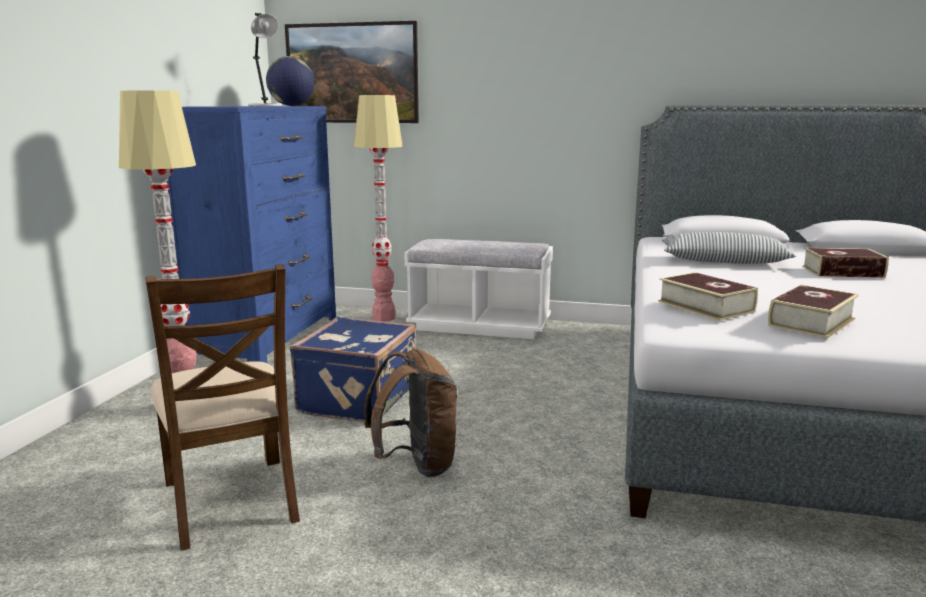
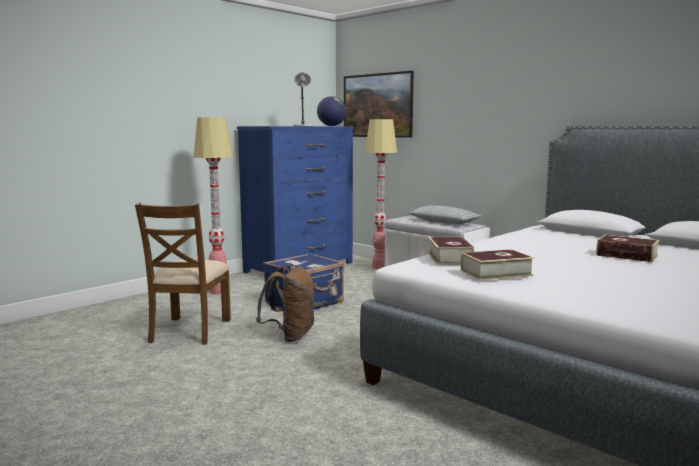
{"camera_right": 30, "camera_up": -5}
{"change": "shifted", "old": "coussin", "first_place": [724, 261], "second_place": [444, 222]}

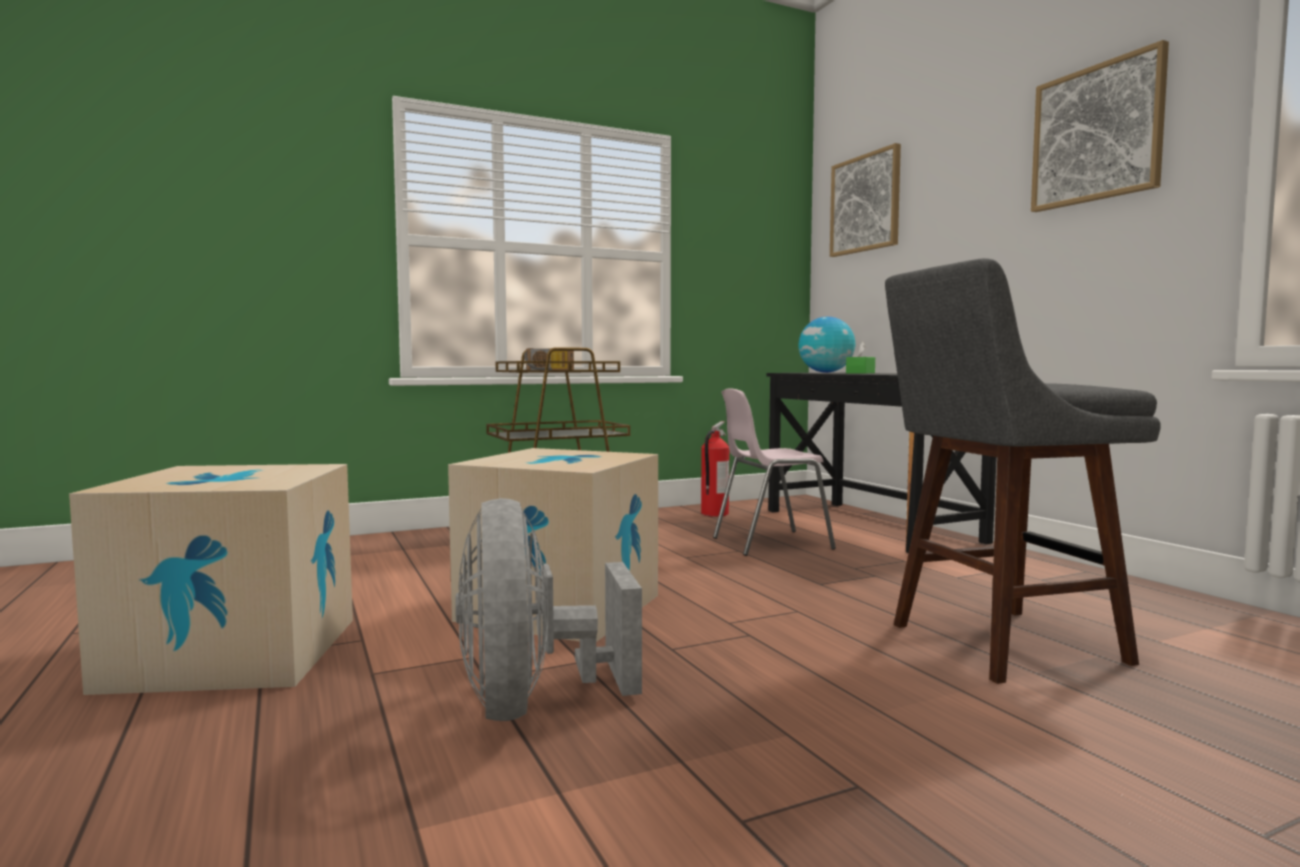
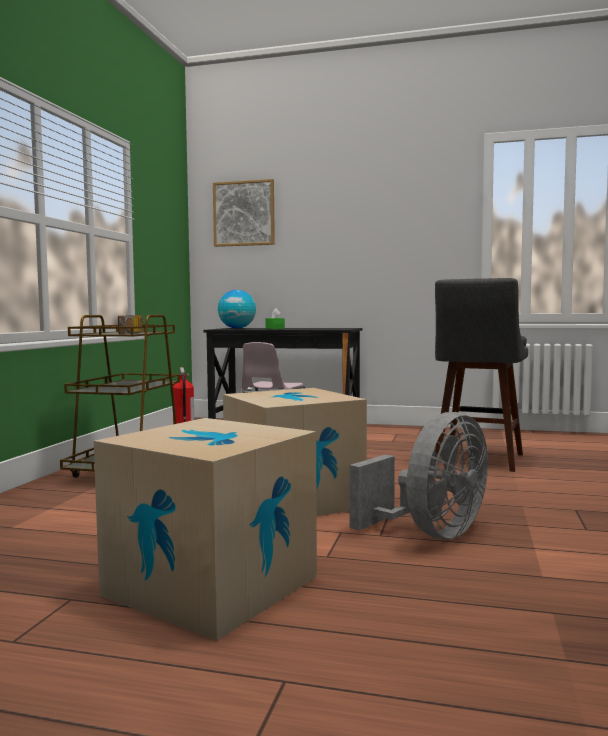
{"camera_right": -50, "camera_up": 0}
{"change": "rotated", "old": "ventilateur/gris", "first_place": [532, 704], "second_place": [431, 533], "degrees": -75}
{"change": "gone", "old": "tableau", "first_place": [1097, 134]}

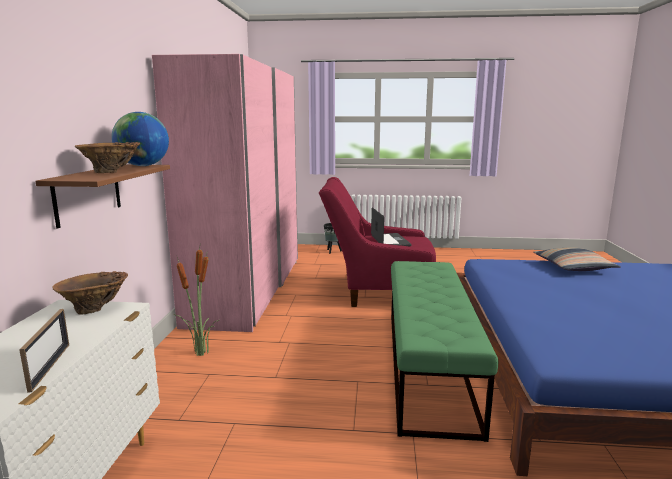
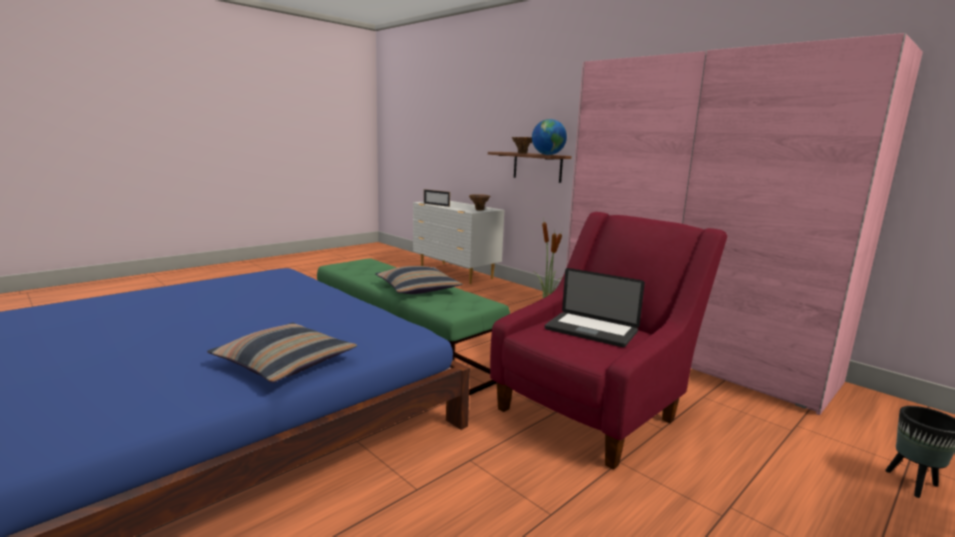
{"camera_right": 130, "camera_up": 0}
{"change": "new", "new": "coussin", "second_place": [417, 289]}

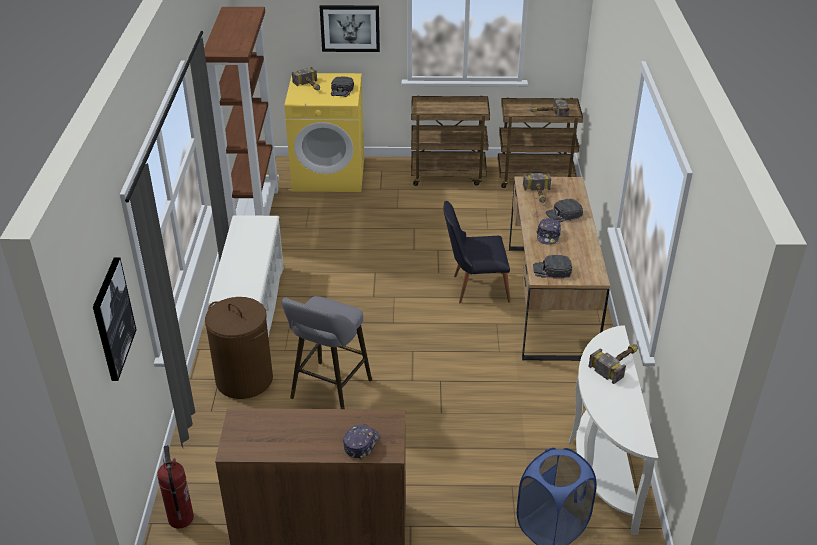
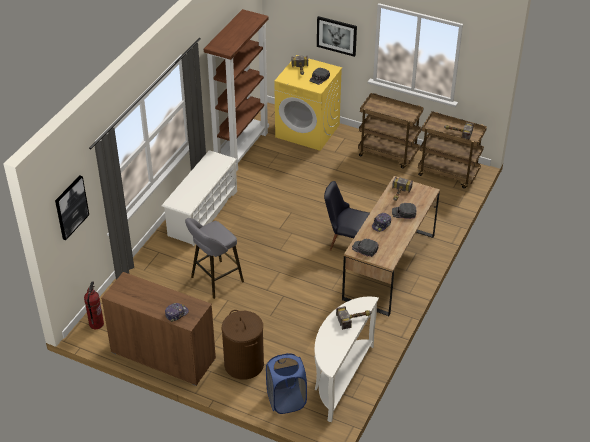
{"camera_right": 25, "camera_up": 5}
{"change": "shifted", "old": "panier à linge/marron", "first_place": [244, 379], "second_place": [244, 364]}

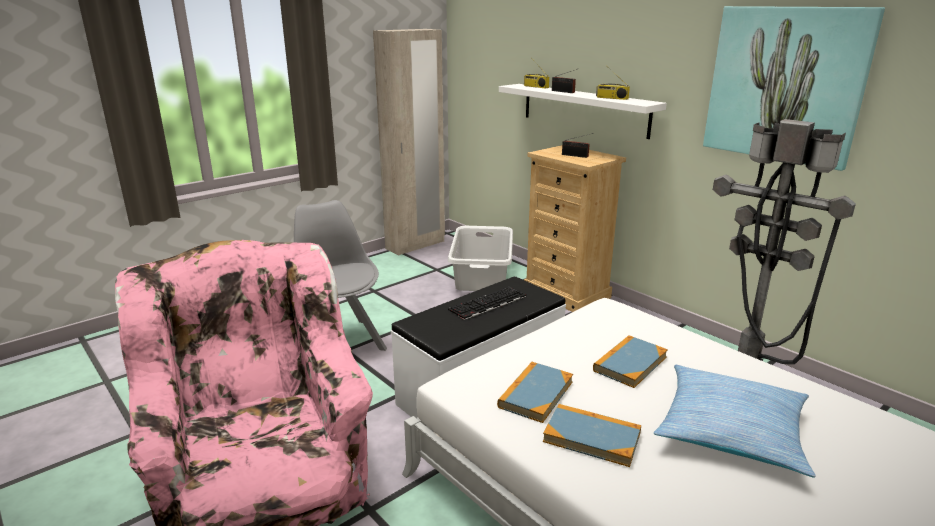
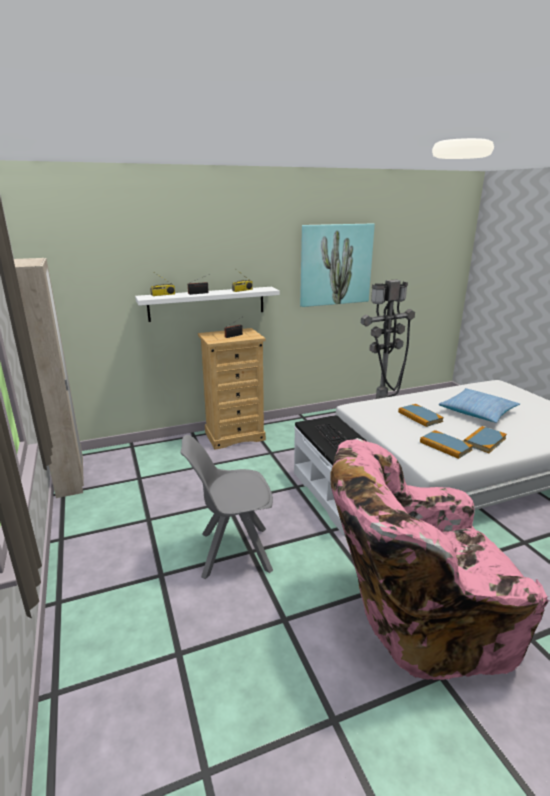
{"camera_right": -70, "camera_up": 0}
{"change": "gone", "old": "panier à linge/gris", "first_place": [482, 275]}

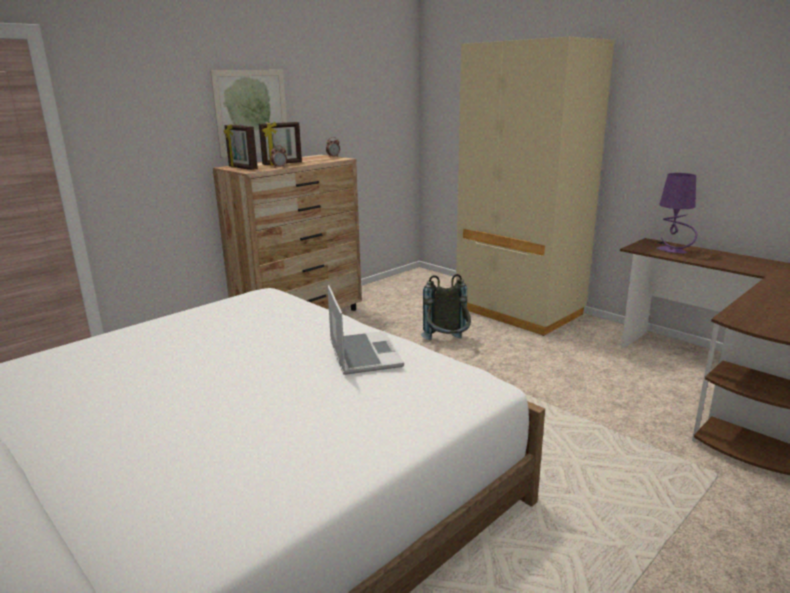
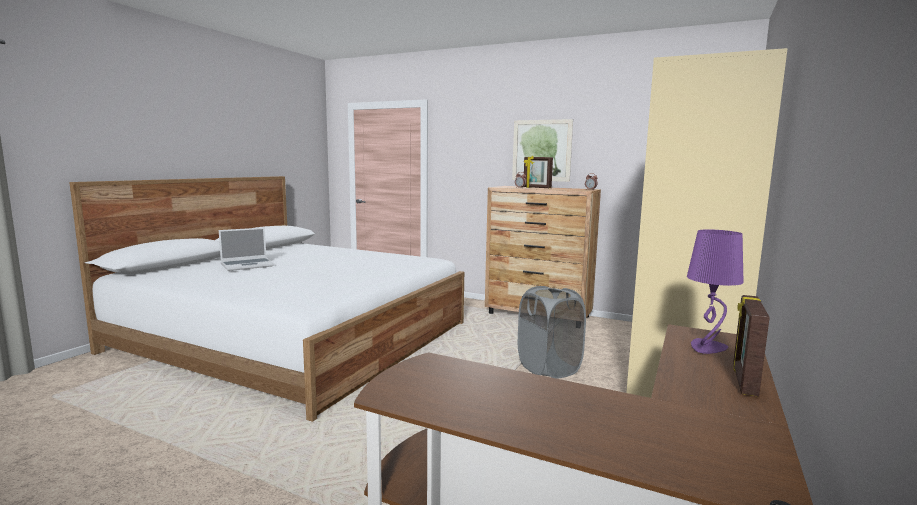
{"camera_right": 70, "camera_up": -10}
{"change": "shifted", "old": "cadre photo", "first_place": [242, 168], "second_place": [743, 380]}
{"change": "shifted", "old": "ordinateur portable", "first_place": [363, 354], "second_place": [248, 265]}
{"change": "swapped", "old": "sac à dos/gris", "new": "panier à linge/gris", "first_place": [447, 345], "second_place": [549, 368]}

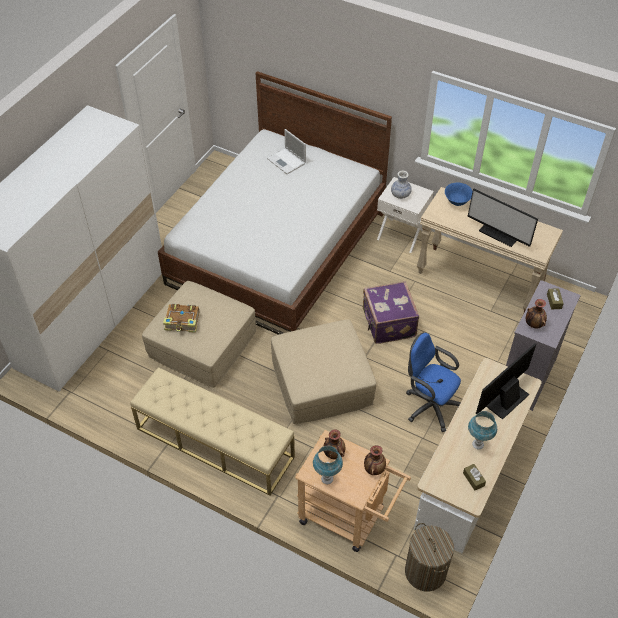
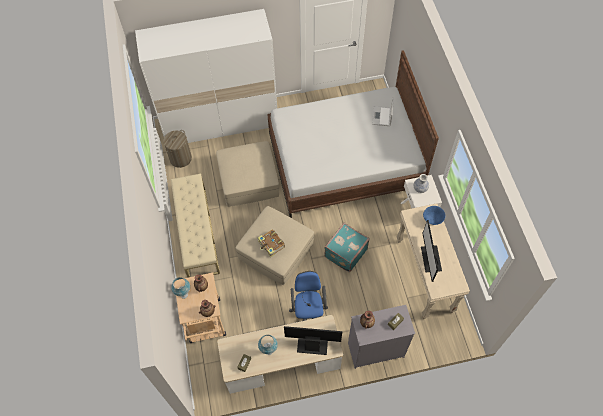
{"camera_right": 50, "camera_up": 10}
{"change": "shifted", "old": "livre", "first_place": [183, 322], "second_place": [271, 245]}
{"change": "repainted", "old": "valise/violet", "new": "valise/turquoise", "first_place": [388, 324], "second_place": [345, 253]}
{"change": "shifted", "old": "panier à linge", "first_place": [425, 571], "second_place": [180, 158]}

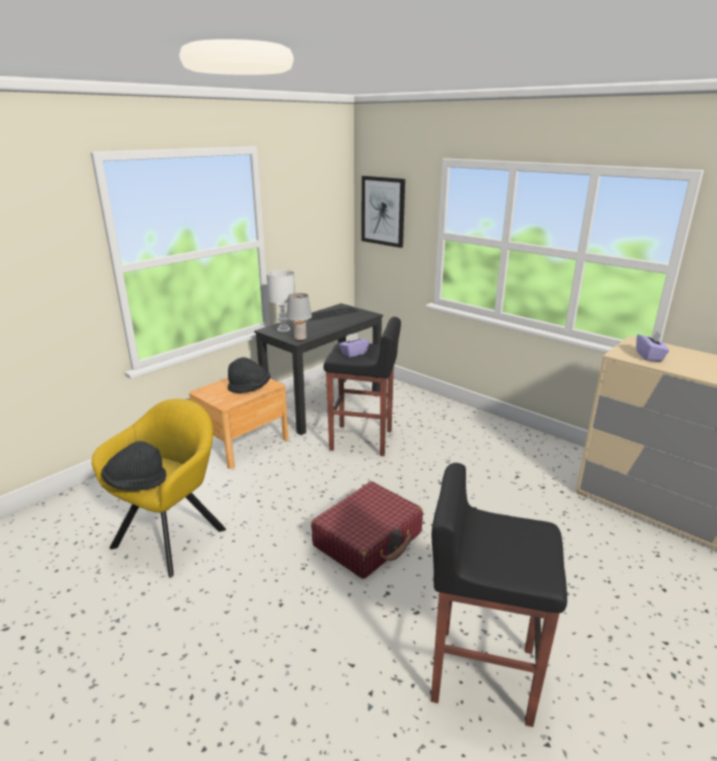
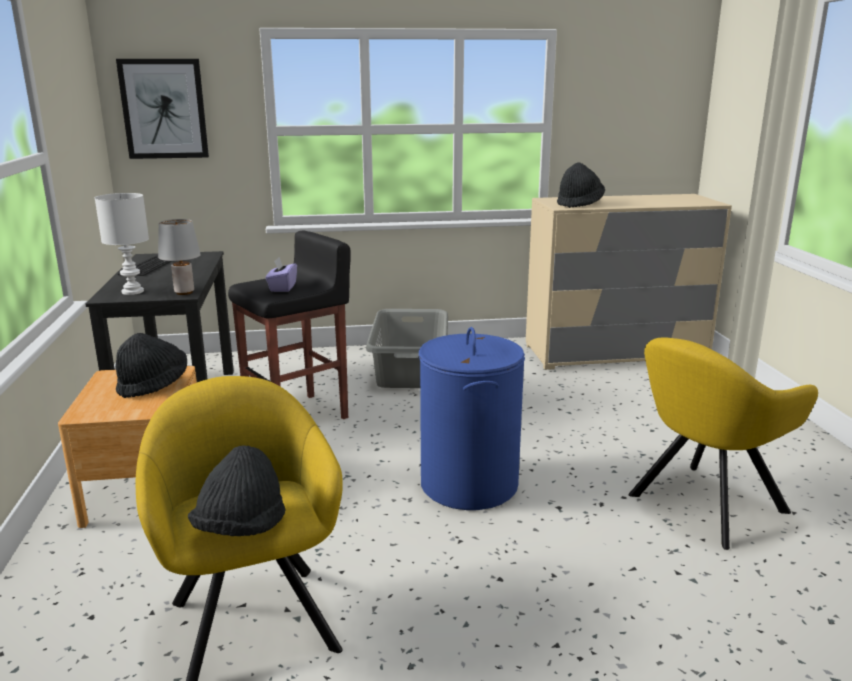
{"camera_right": -50, "camera_up": -5}
{"change": "swapped", "old": "valise/rouge", "new": "panier à linge/bleu", "first_place": [368, 539], "second_place": [468, 484]}
{"change": "swapped", "old": "tabouret/noir", "new": "fauteuil/jaune", "first_place": [481, 672], "second_place": [701, 506]}
{"change": "swapped", "old": "boîte à mouchoirs/violet", "new": "chapeau/noir", "first_place": [649, 356], "second_place": [579, 204]}
{"change": "new", "new": "panier à linge/gris", "second_place": [410, 369]}

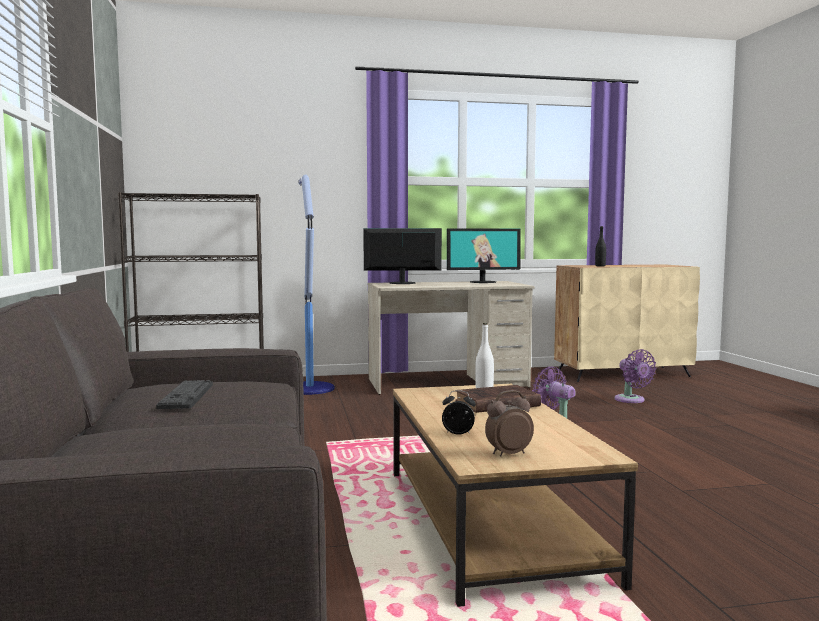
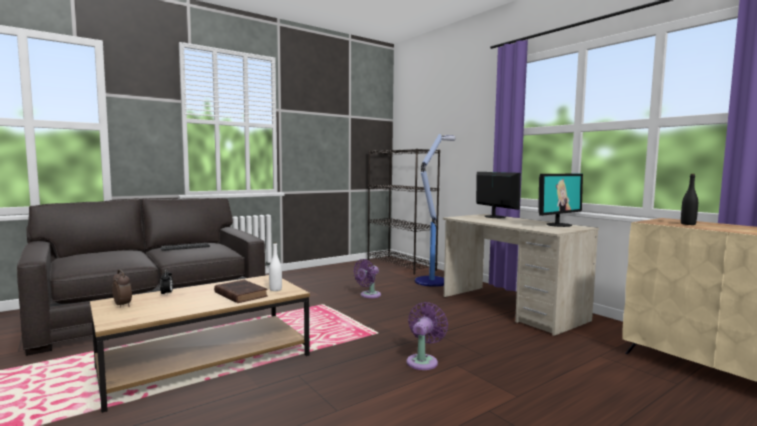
{"camera_right": 65, "camera_up": 0}
{"change": "rotated", "old": "écran d'ordinateur", "first_place": [483, 282], "second_place": [558, 225], "degrees": -90}
{"change": "shifted", "old": "ventilateur/violet", "first_place": [631, 400], "second_place": [368, 295]}

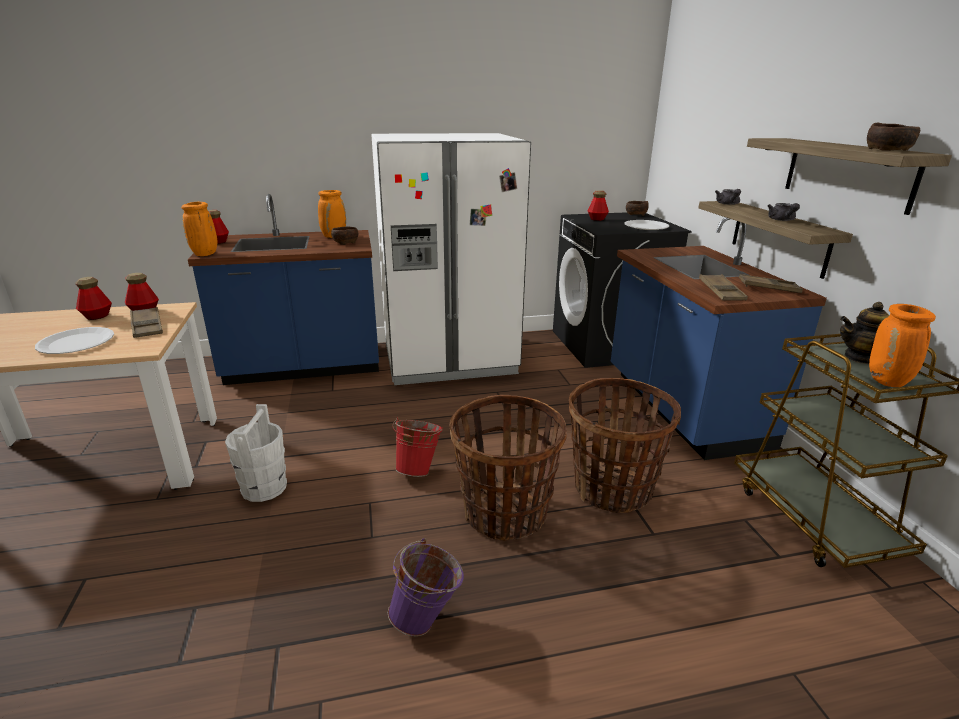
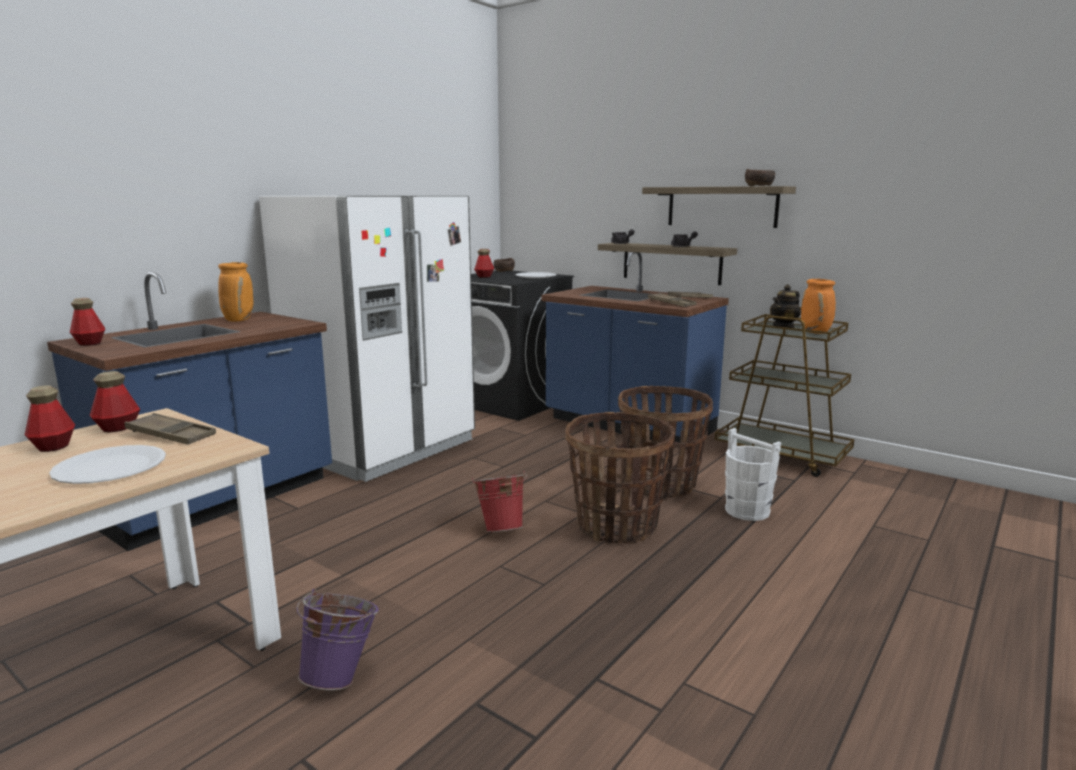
{"camera_right": -40, "camera_up": -10}
{"change": "gone", "old": "vase/orange", "first_place": [205, 254]}
{"change": "shifted", "old": "seau/blanc", "first_place": [263, 487], "second_place": [747, 511]}
{"change": "gone", "old": "bol/marron", "first_place": [345, 242]}
{"change": "shifted", "old": "seau/violet", "first_place": [427, 618], "second_place": [342, 676]}

